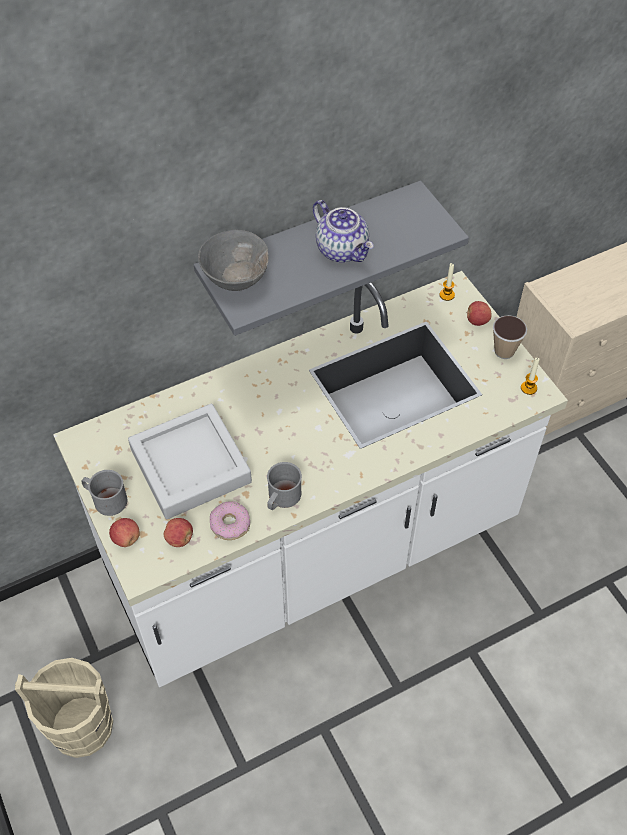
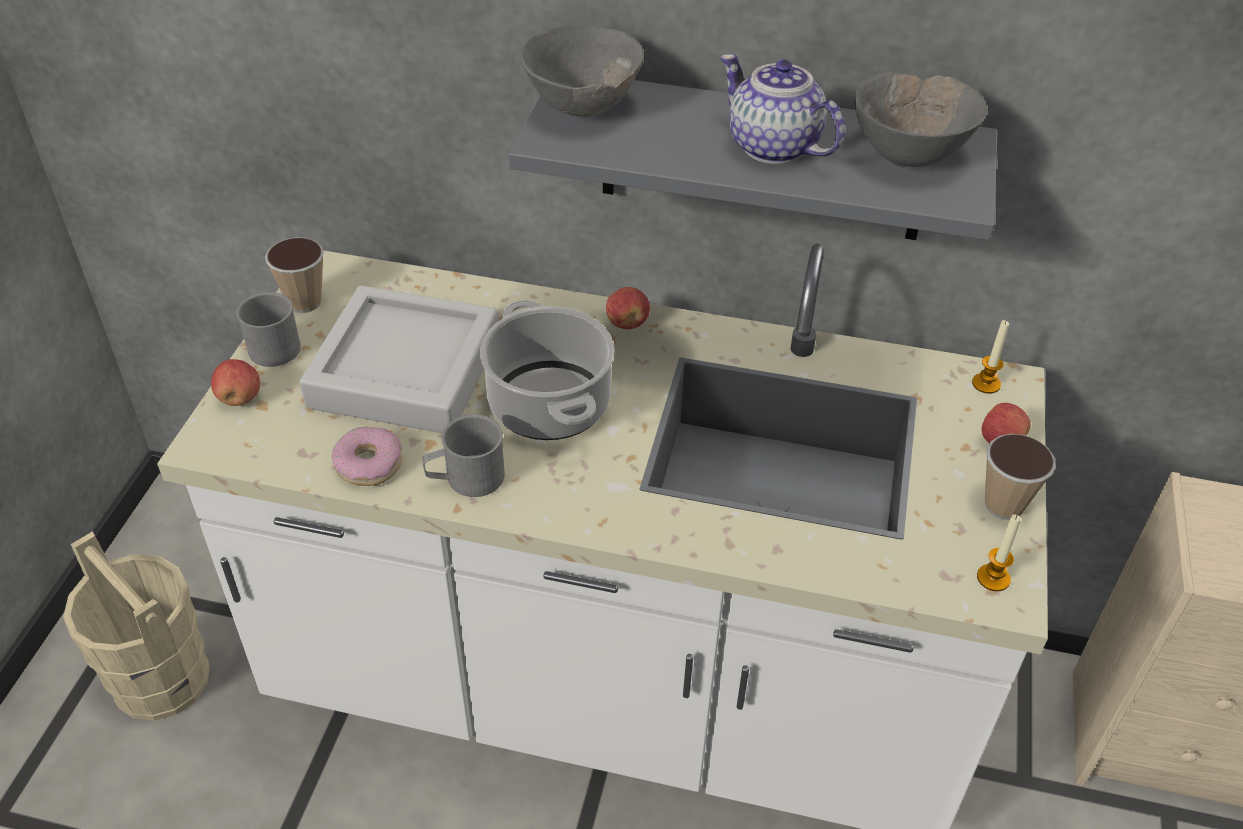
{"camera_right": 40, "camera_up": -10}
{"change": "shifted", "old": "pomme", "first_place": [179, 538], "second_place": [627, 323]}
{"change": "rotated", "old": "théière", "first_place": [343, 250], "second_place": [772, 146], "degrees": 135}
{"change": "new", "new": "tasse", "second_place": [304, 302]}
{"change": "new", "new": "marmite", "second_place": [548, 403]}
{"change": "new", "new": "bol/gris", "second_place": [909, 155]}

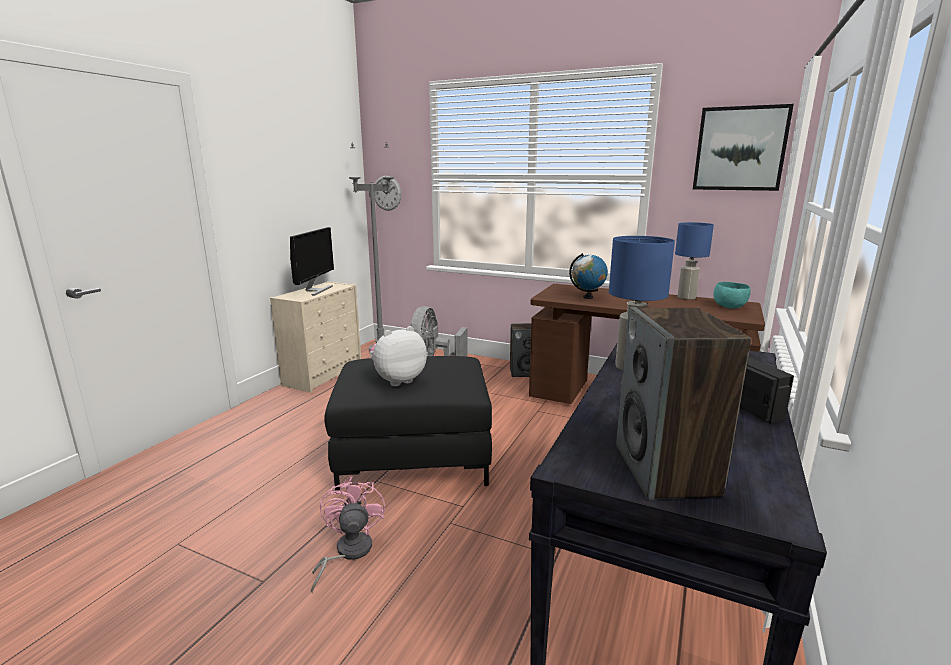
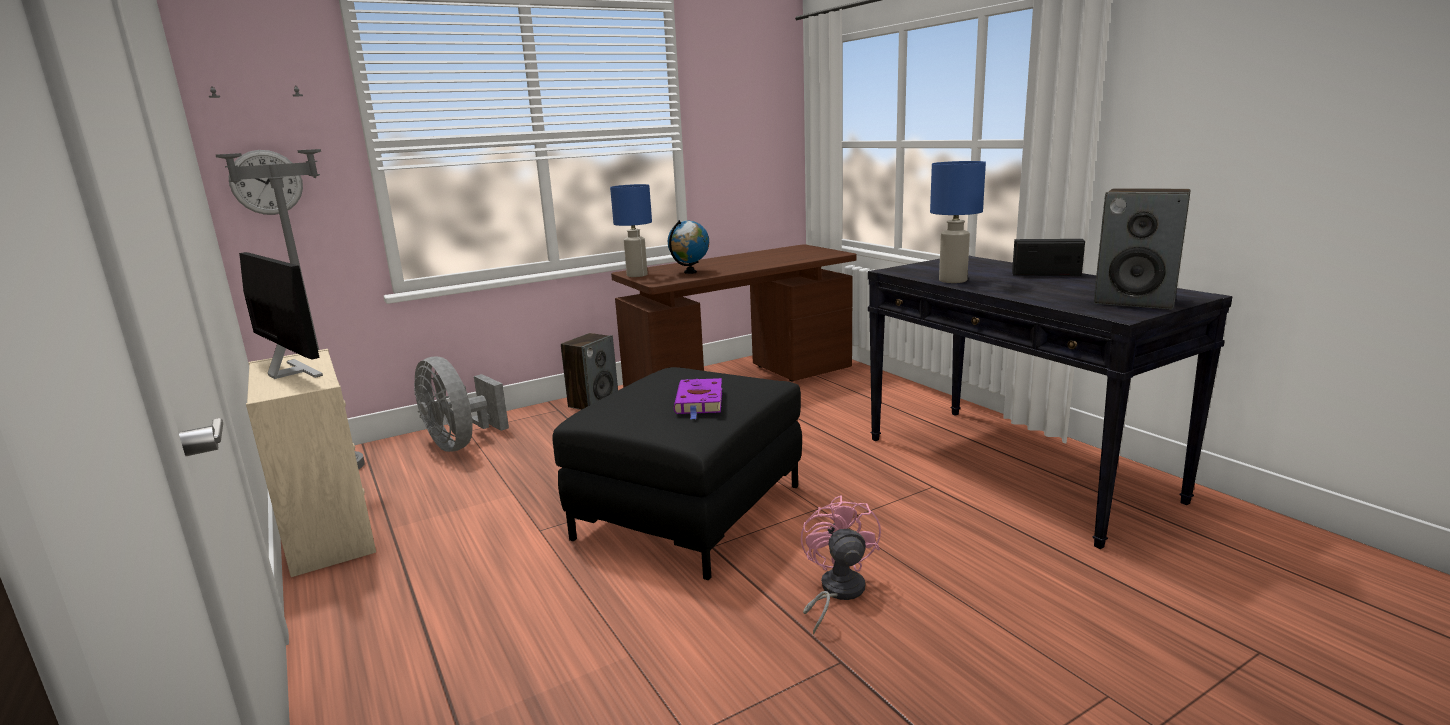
{"camera_right": -55, "camera_up": 0}
{"change": "rotated", "old": "ventilateur/rose", "first_place": [347, 552], "second_place": [836, 592], "degrees": 60}
{"change": "swapped", "old": "peluche", "new": "livre/violet", "first_place": [398, 380], "second_place": [699, 402]}
{"change": "shifted", "old": "lampe de table/bleu", "first_place": [686, 298], "second_place": [637, 275]}
{"change": "gone", "old": "tableau", "first_place": [740, 149]}
{"change": "gone", "old": "bol/turquoise", "first_place": [729, 307]}

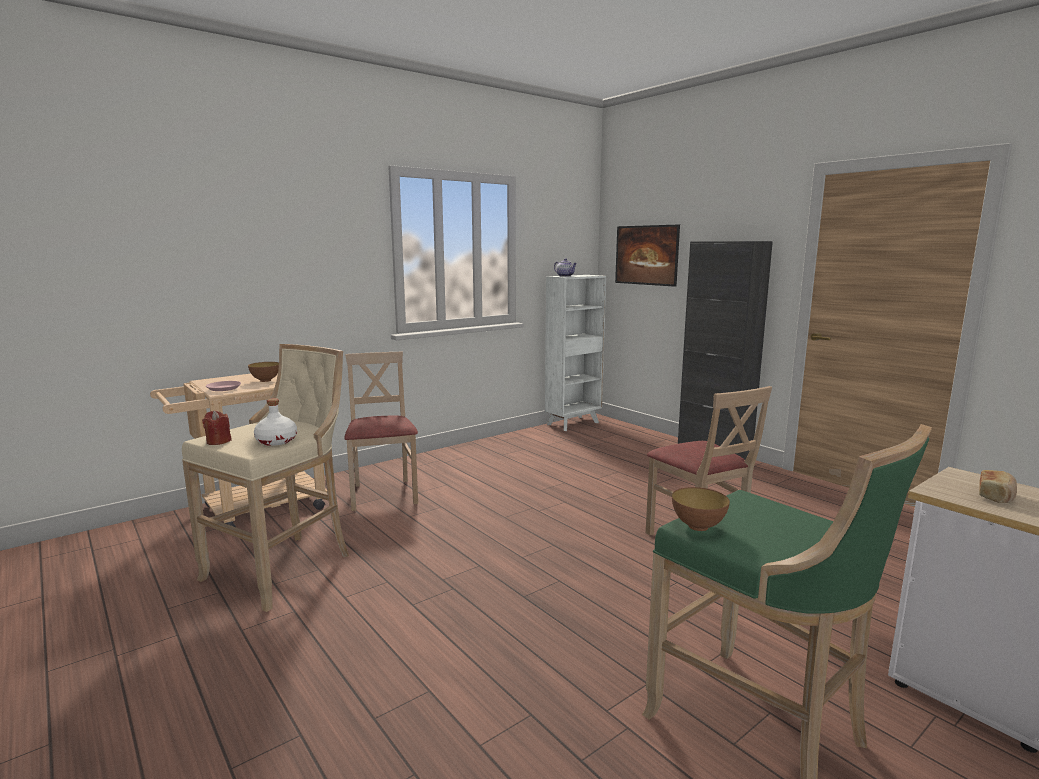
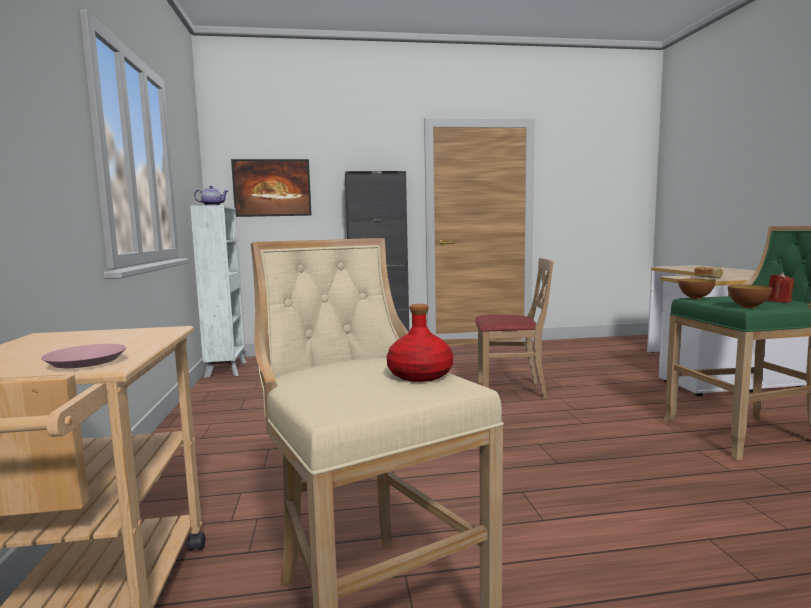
{"camera_right": -60, "camera_up": -5}
{"change": "shifted", "old": "bougie/rouge", "first_place": [218, 441], "second_place": [779, 301]}
{"change": "shifted", "old": "bol", "first_place": [265, 380], "second_place": [695, 298]}
{"change": "repainted", "old": "bouteille/blanc", "new": "bouteille/rouge", "first_place": [277, 441], "second_place": [420, 375]}
{"change": "gone", "old": "chaise/beige", "first_place": [383, 494]}

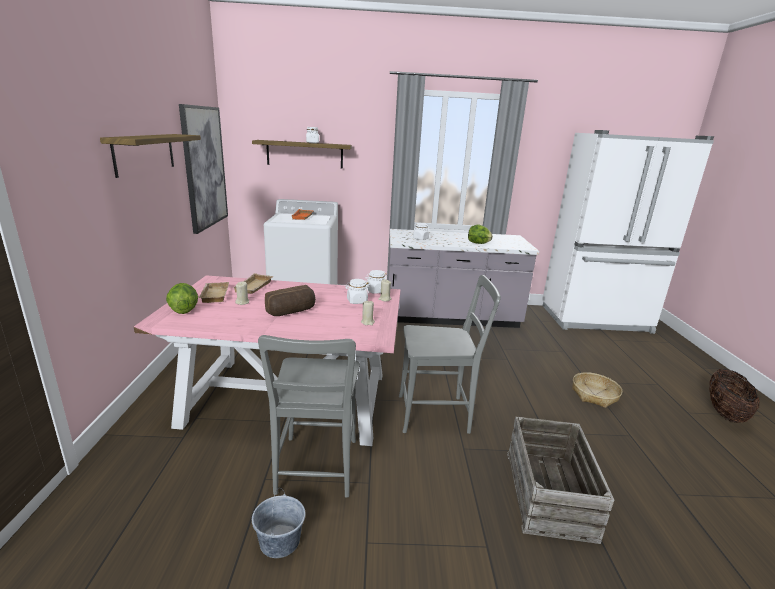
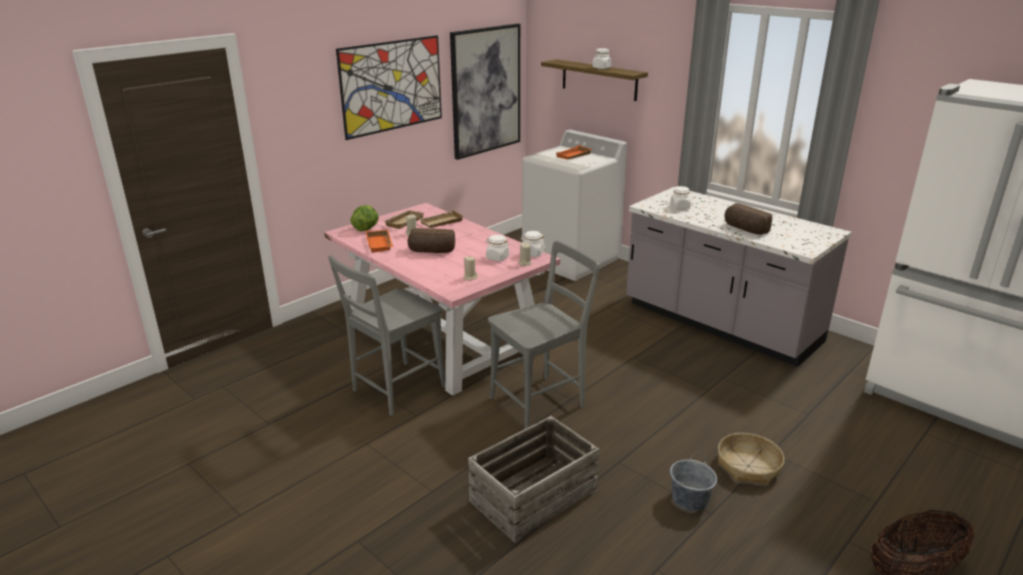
{"camera_right": 45, "camera_up": 5}
{"change": "swapped", "old": "étagère", "new": "tableau", "first_place": [145, 153], "second_place": [392, 86]}
{"change": "shifted", "old": "seau/gris", "first_place": [280, 541], "second_place": [689, 499]}
{"change": "rotated", "old": "chaise/gris", "first_place": [438, 414], "second_place": [541, 400], "degrees": -75}
{"change": "swapped", "old": "laitue", "new": "pain", "first_place": [478, 243], "second_place": [744, 229]}
{"change": "new", "new": "plateau/orange", "second_place": [380, 244]}

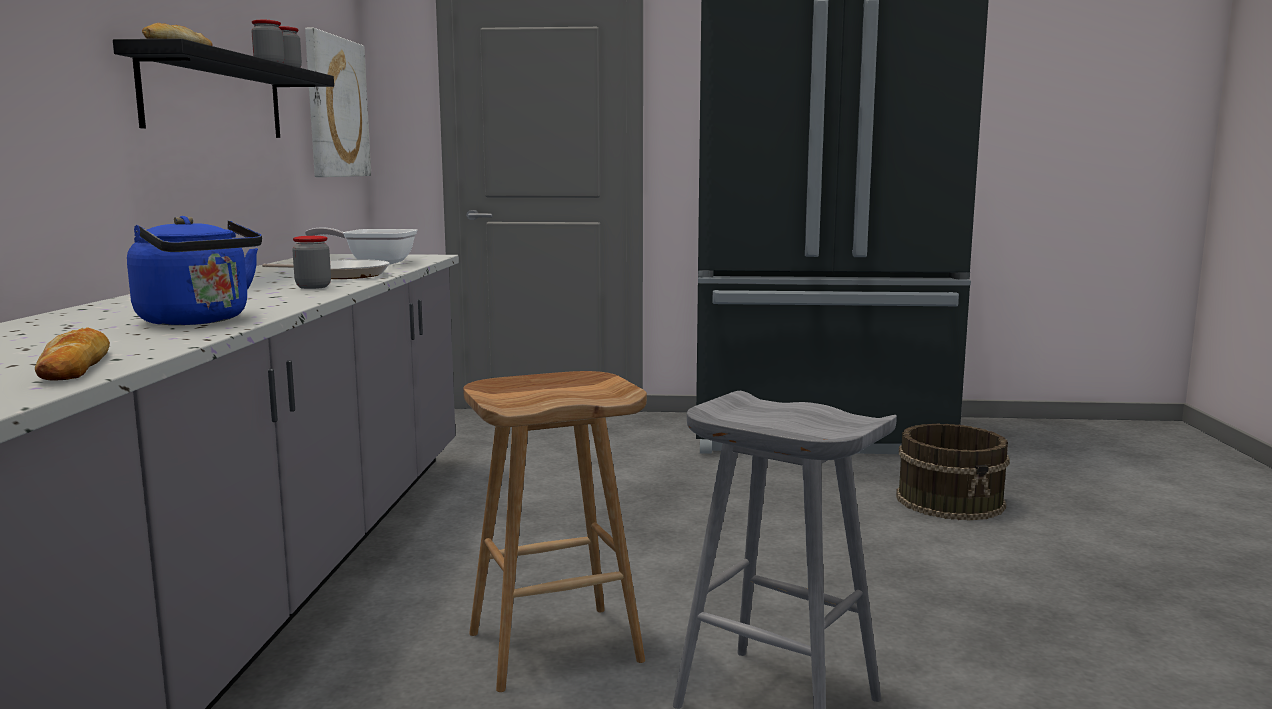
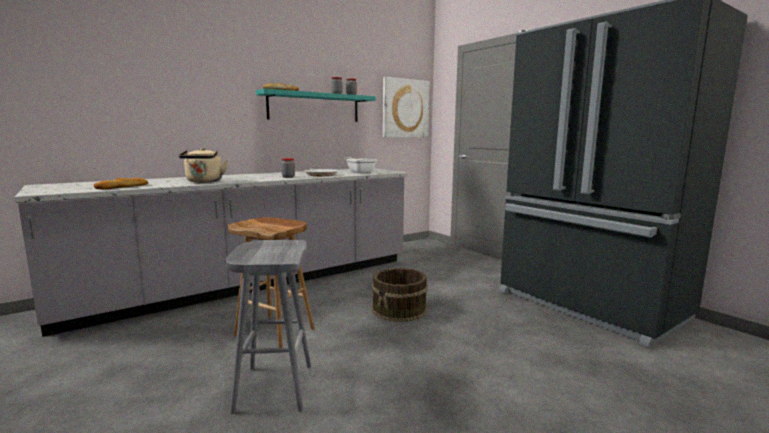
{"camera_right": 50, "camera_up": 0}
{"change": "repainted", "old": "étagère/noir", "new": "étagère/turquoise", "first_place": [215, 97], "second_place": [314, 107]}
{"change": "repainted", "old": "bouilloire/bleu", "new": "bouilloire/beige", "first_place": [199, 321], "second_place": [204, 181]}
{"change": "shifted", "old": "seau/marron", "first_place": [951, 501], "second_place": [399, 310]}

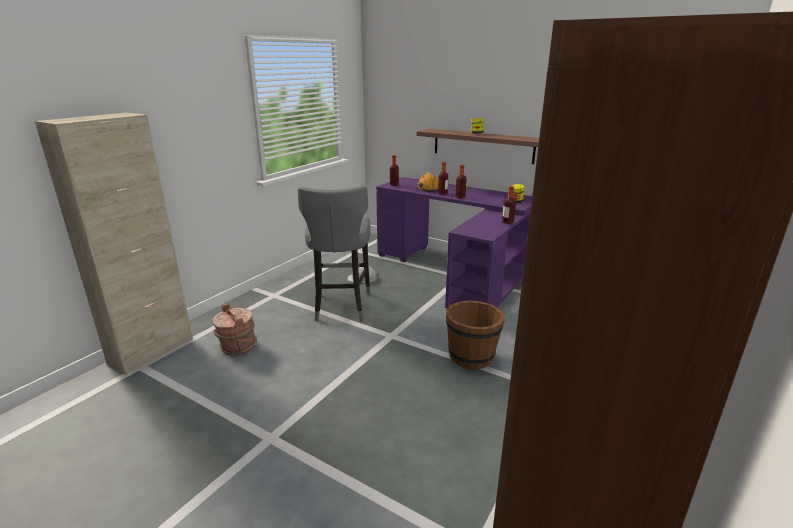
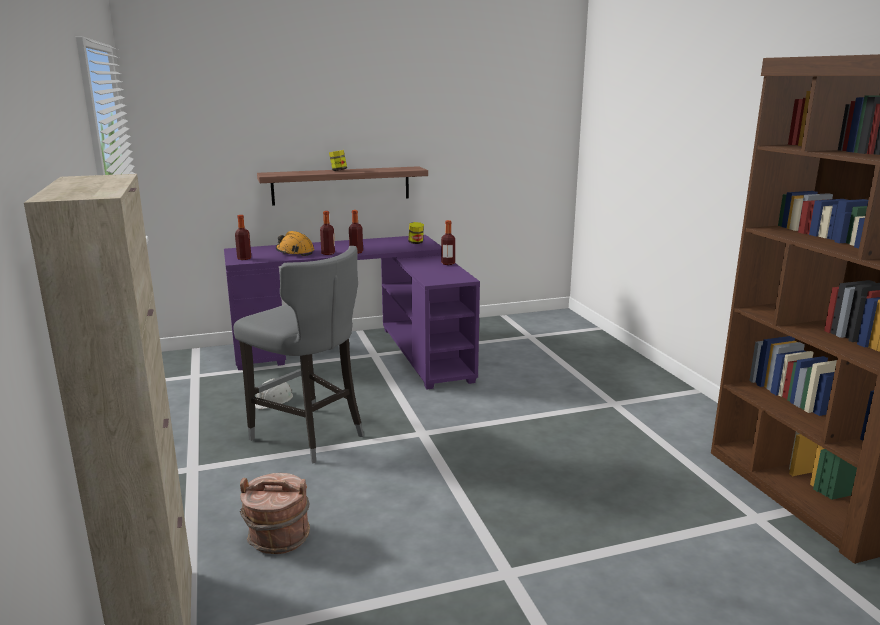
{"camera_right": -50, "camera_up": -5}
{"change": "gone", "old": "seau/marron", "first_place": [471, 356]}

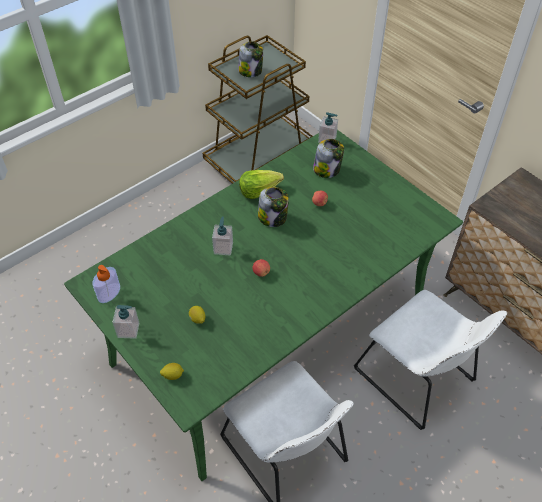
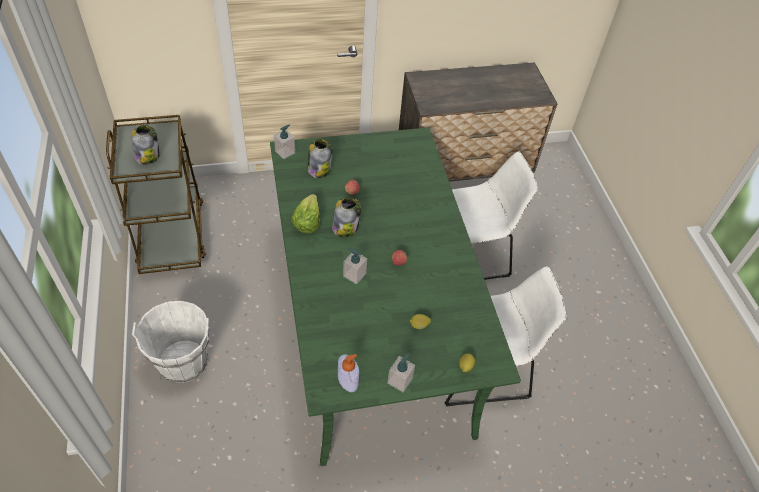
{"camera_right": -65, "camera_up": 0}
{"change": "new", "new": "seau/blanc", "second_place": [183, 361]}

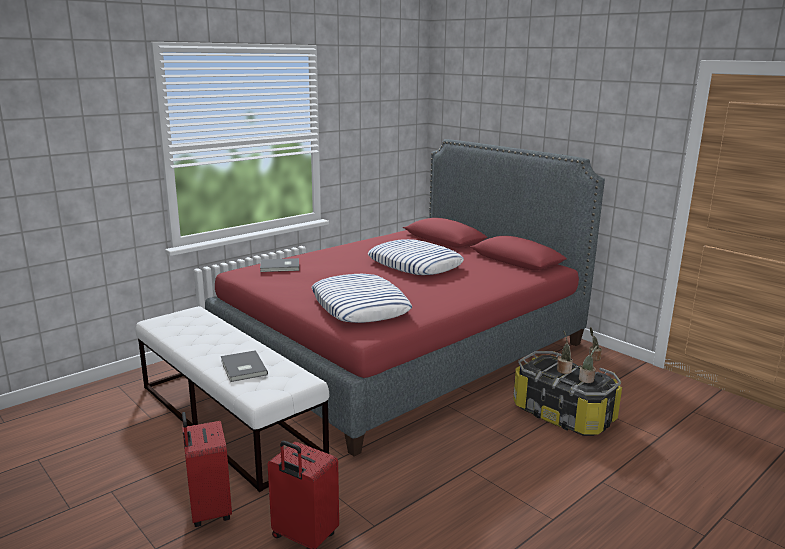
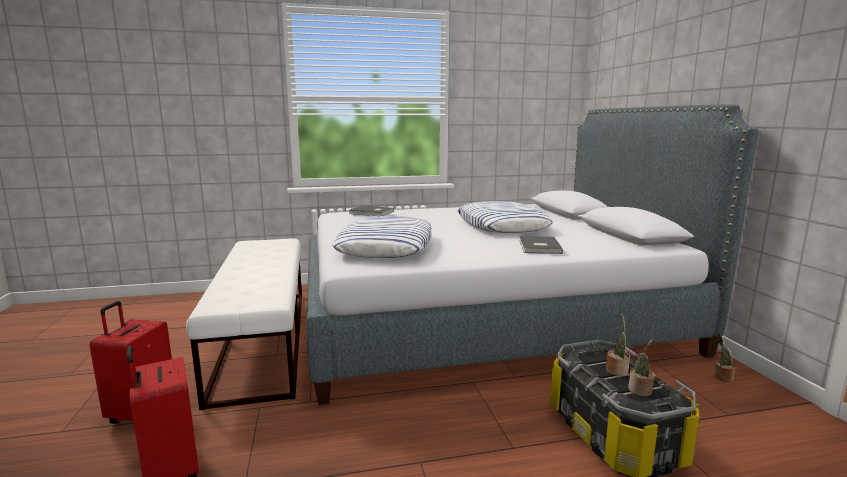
{"camera_right": 30, "camera_up": -5}
{"change": "repainted", "old": "lit/rouge", "new": "lit/gris", "first_place": [404, 350], "second_place": [485, 319]}
{"change": "shifted", "old": "livre/gris", "first_place": [242, 368], "second_place": [538, 247]}

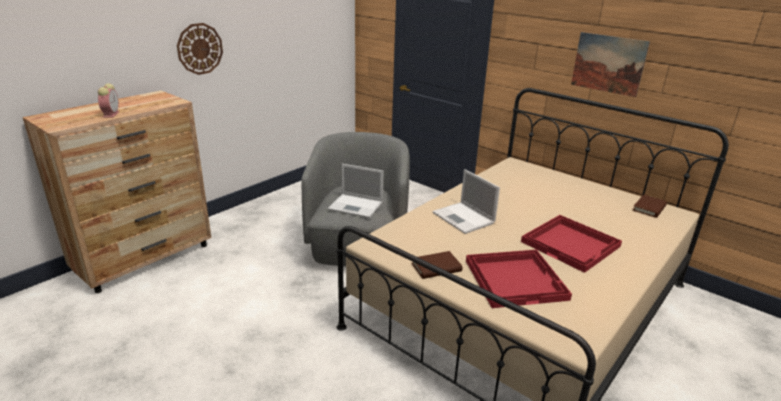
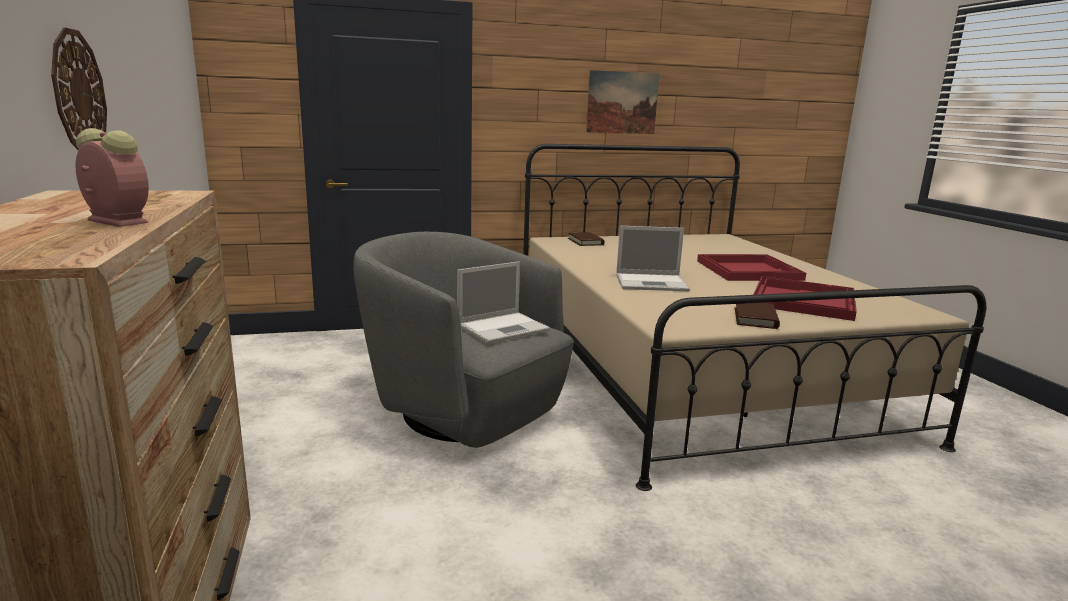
{"camera_right": -55, "camera_up": -10}
{"change": "shifted", "old": "livre/marron", "first_place": [649, 208], "second_place": [585, 241]}

